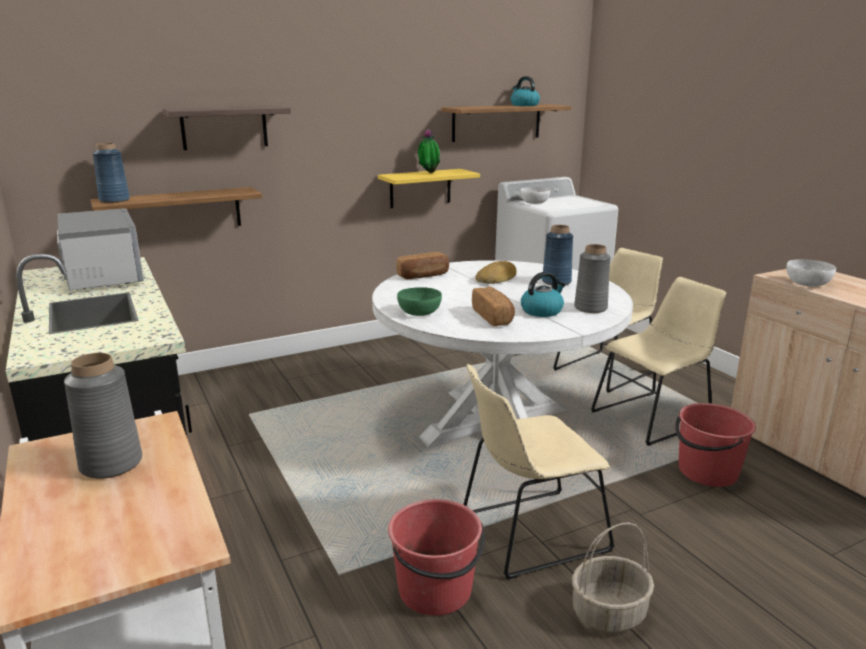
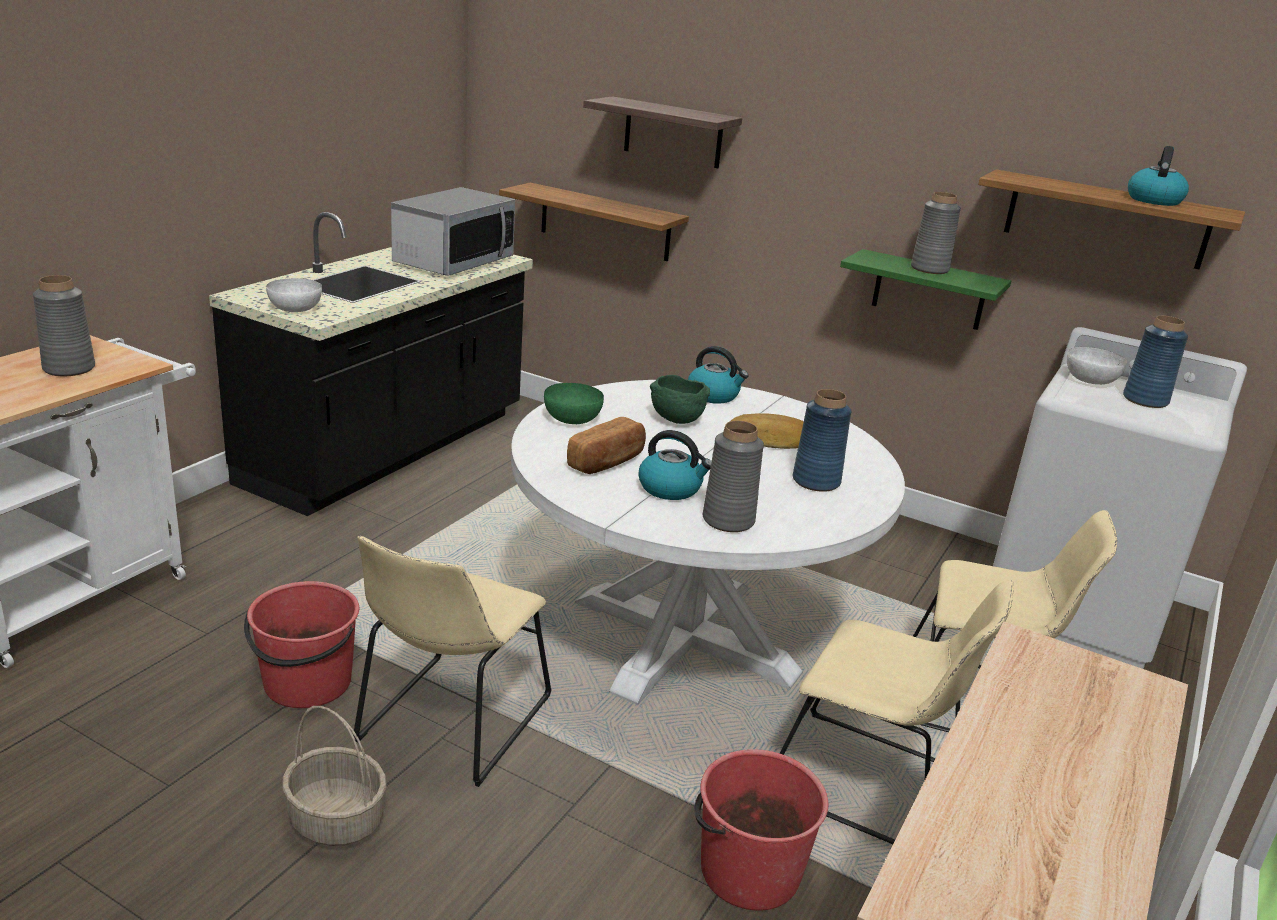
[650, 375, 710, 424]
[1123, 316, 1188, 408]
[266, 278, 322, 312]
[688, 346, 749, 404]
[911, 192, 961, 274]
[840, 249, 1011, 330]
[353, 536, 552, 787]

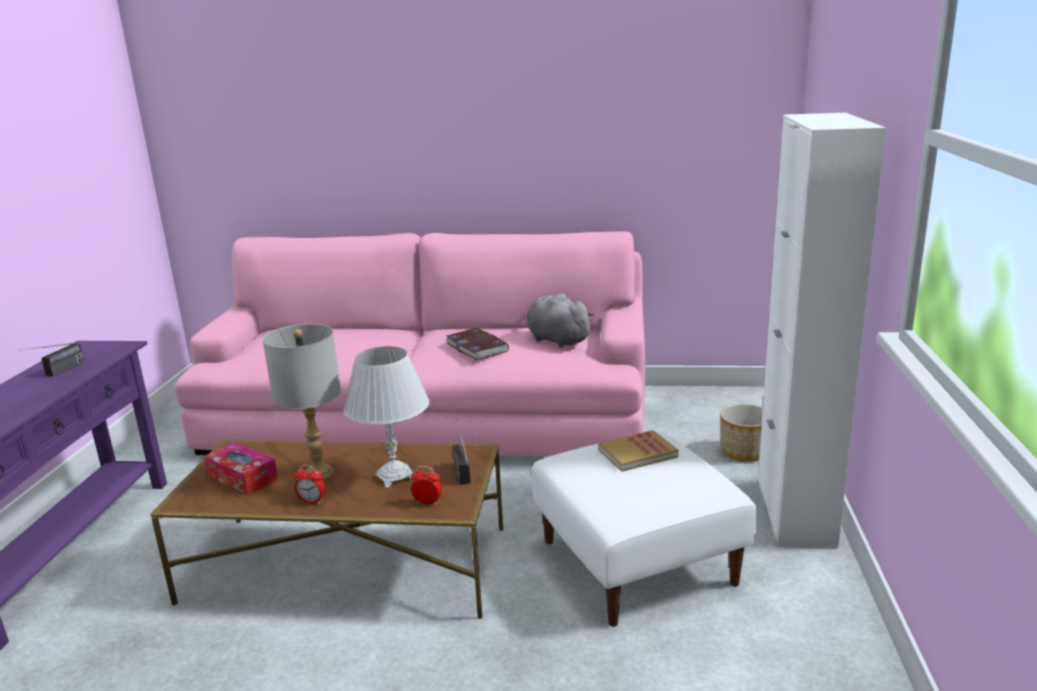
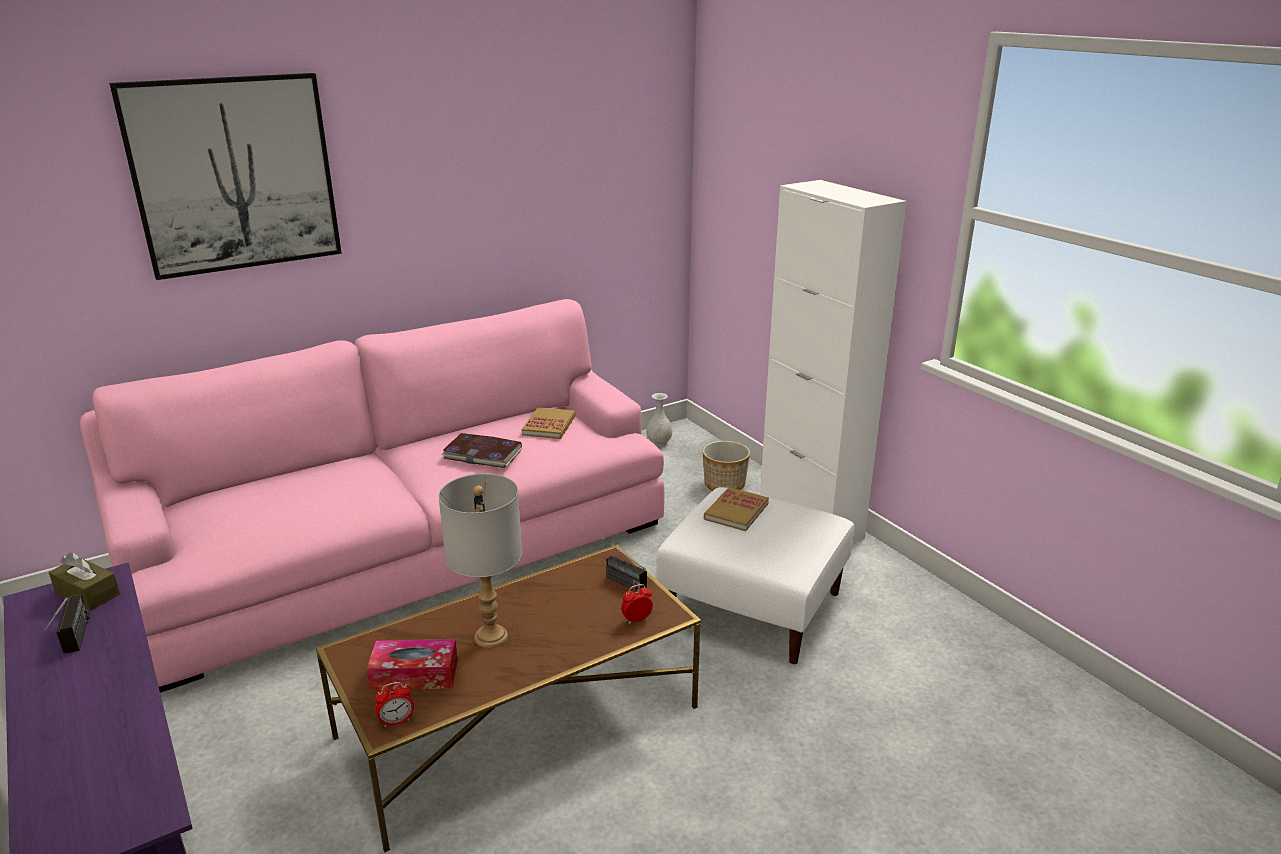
[344, 346, 429, 488] (first image)
[49, 552, 120, 611]
[109, 73, 342, 280]
[646, 393, 672, 446]
[375, 682, 414, 727]
[522, 407, 576, 439]

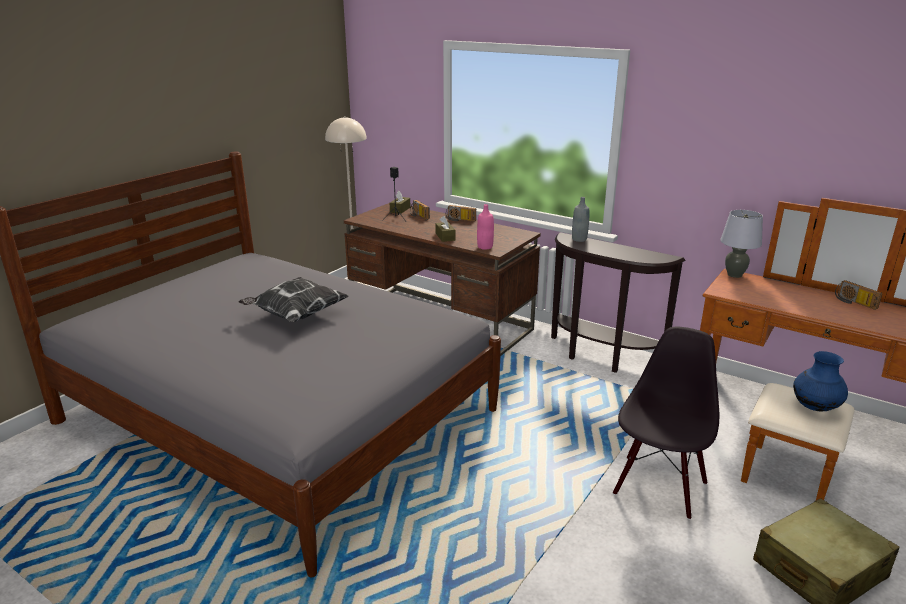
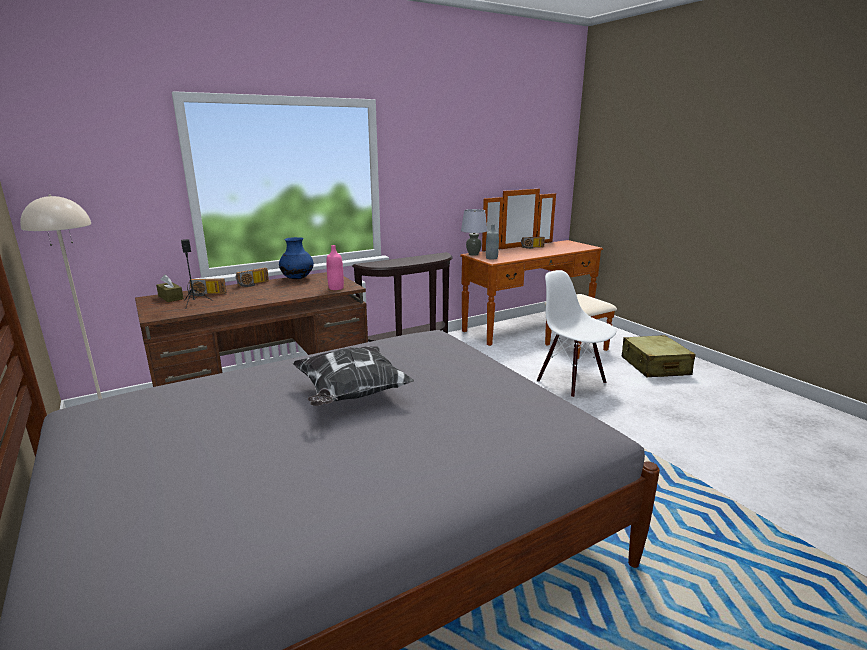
[435, 216, 455, 242] (first image)
[486, 224, 499, 260]
[279, 237, 314, 279]
[537, 270, 616, 398]

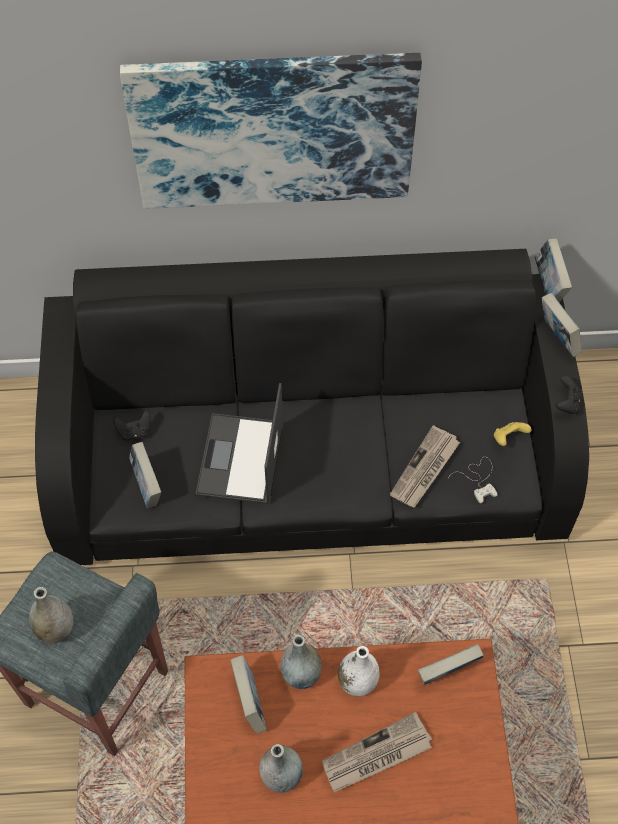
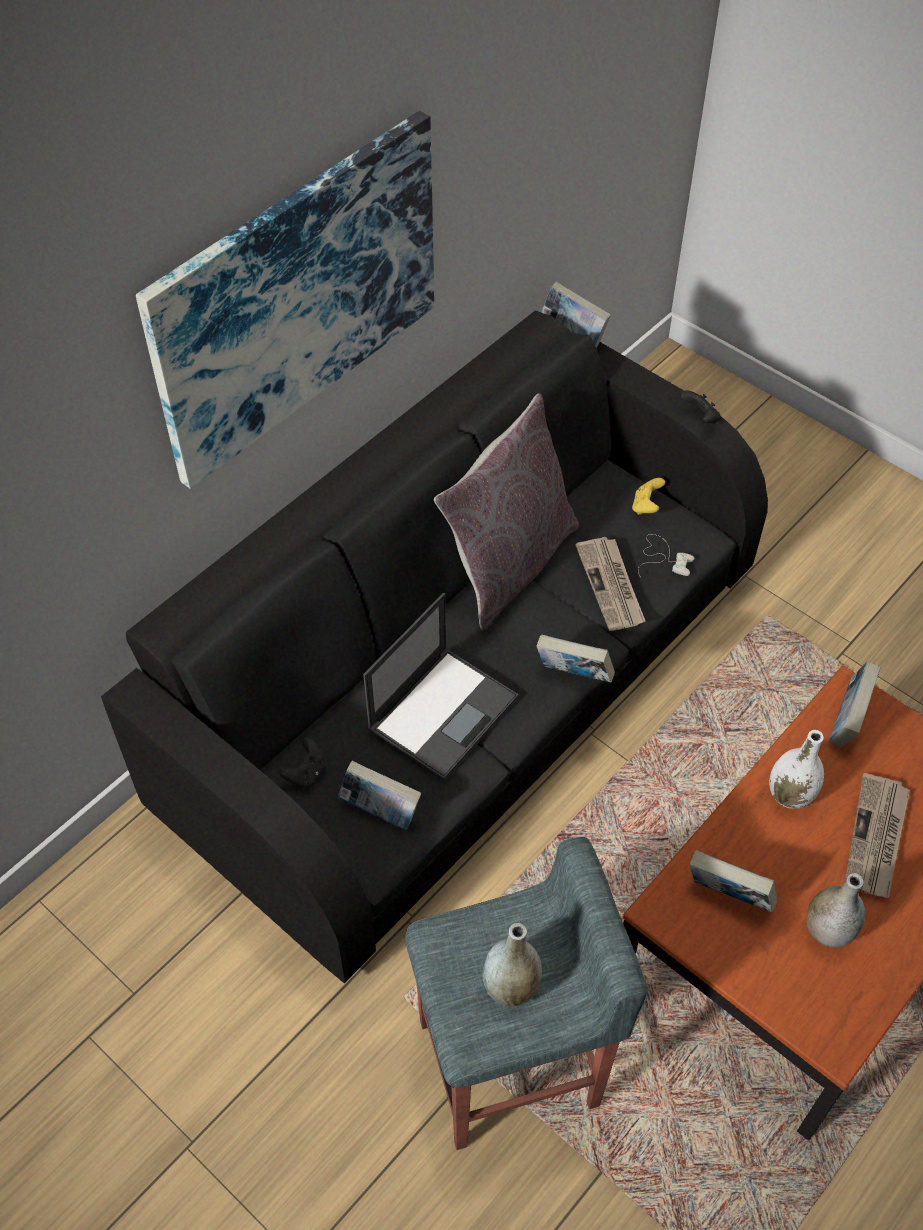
[280, 635, 322, 689] (first image)
[434, 393, 580, 631]
[537, 635, 615, 682]
[363, 593, 519, 781]

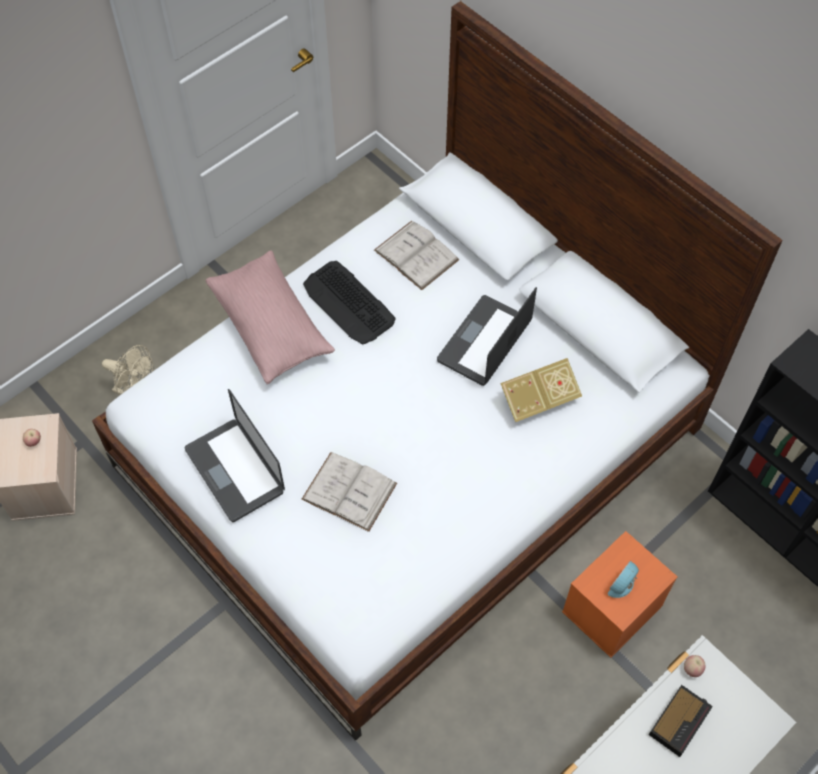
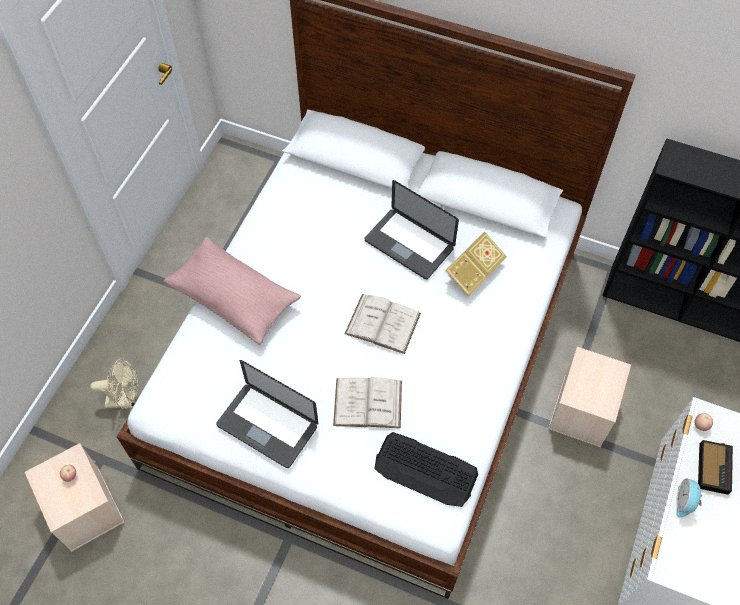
[375, 432, 478, 507]
[345, 294, 421, 354]
[676, 478, 702, 517]
[548, 347, 631, 447]
[365, 180, 459, 279]

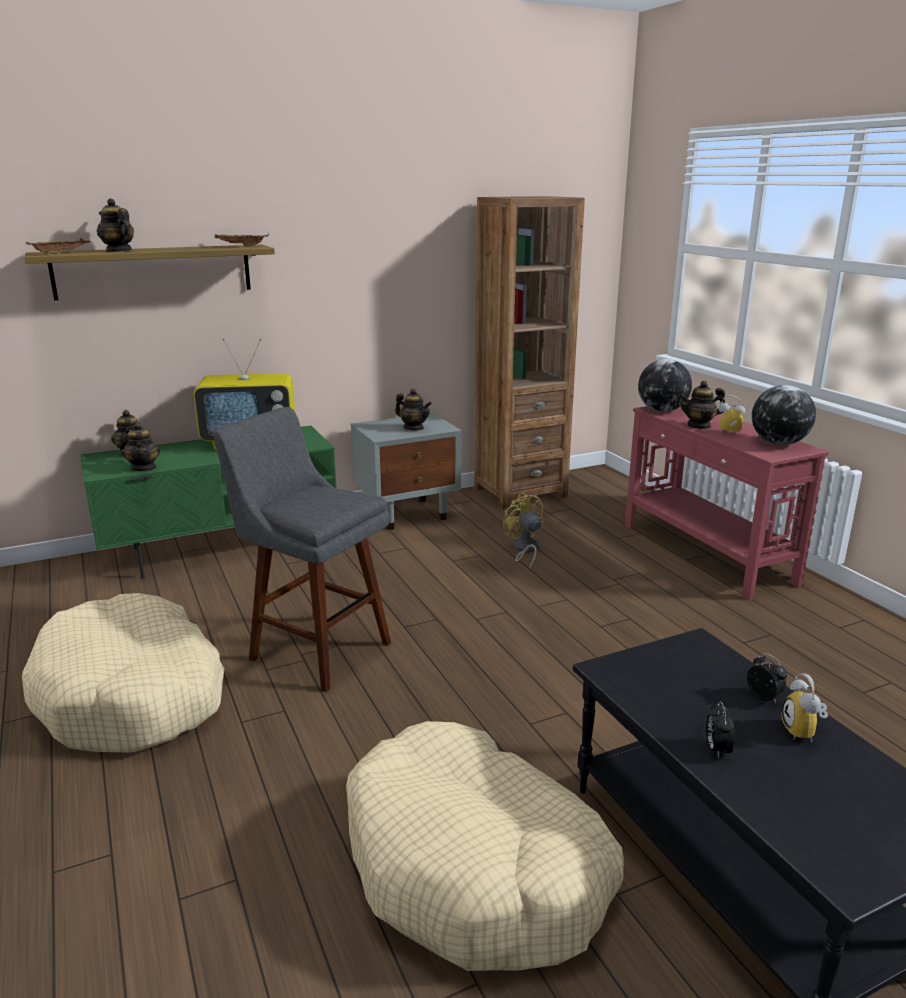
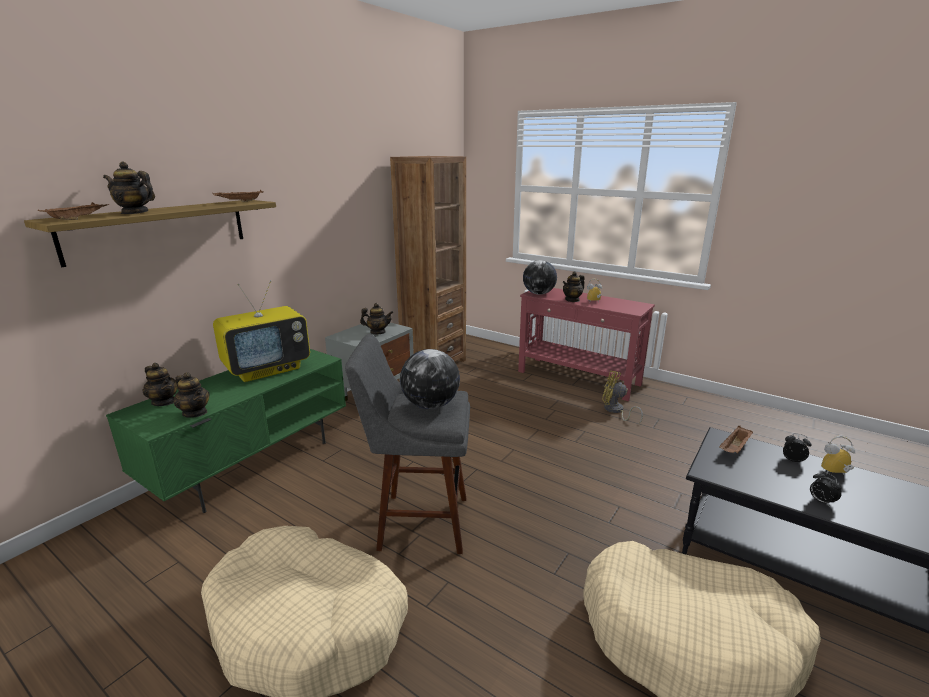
[719, 426, 753, 454]
[602, 371, 643, 423]
[400, 349, 460, 409]
[821, 436, 855, 475]

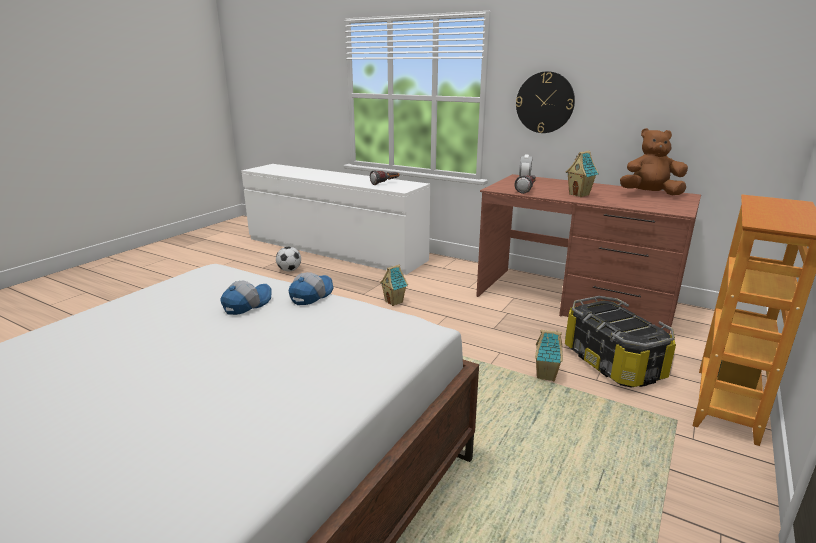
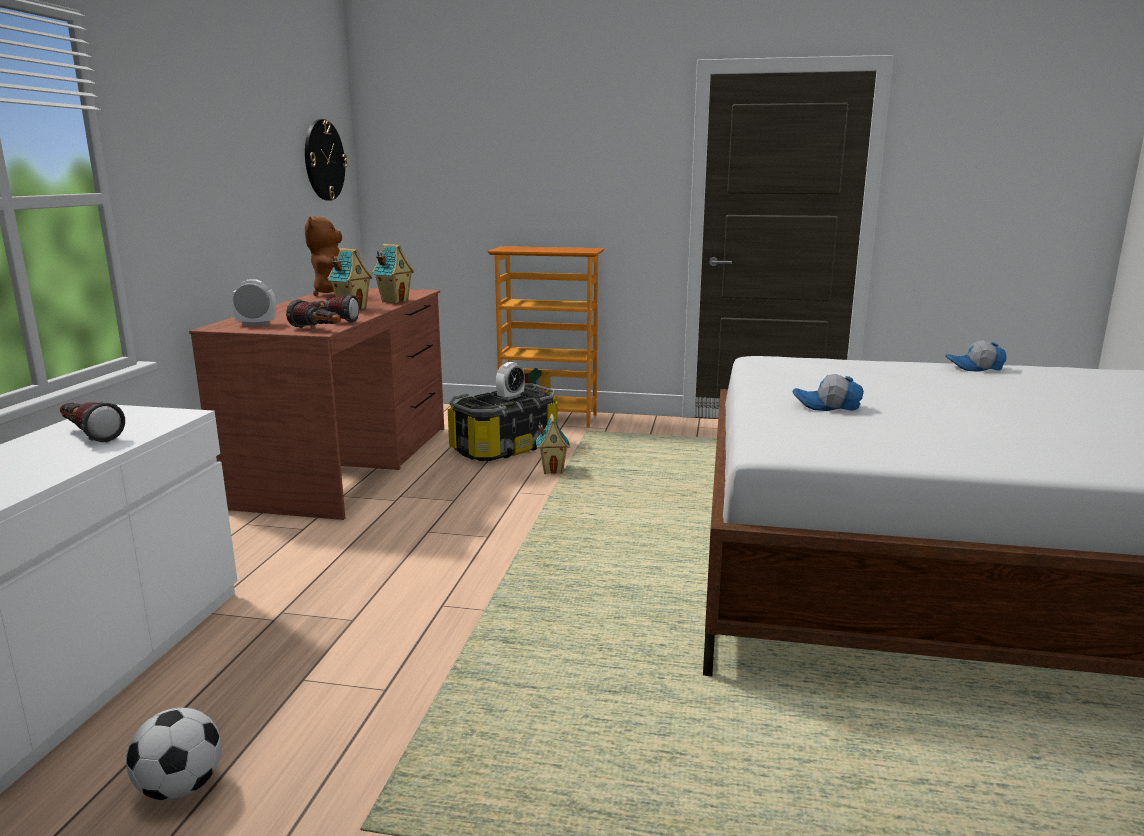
[286, 299, 341, 328]
[496, 362, 525, 400]
[945, 341, 1007, 372]
[372, 244, 414, 303]
[305, 119, 347, 201]

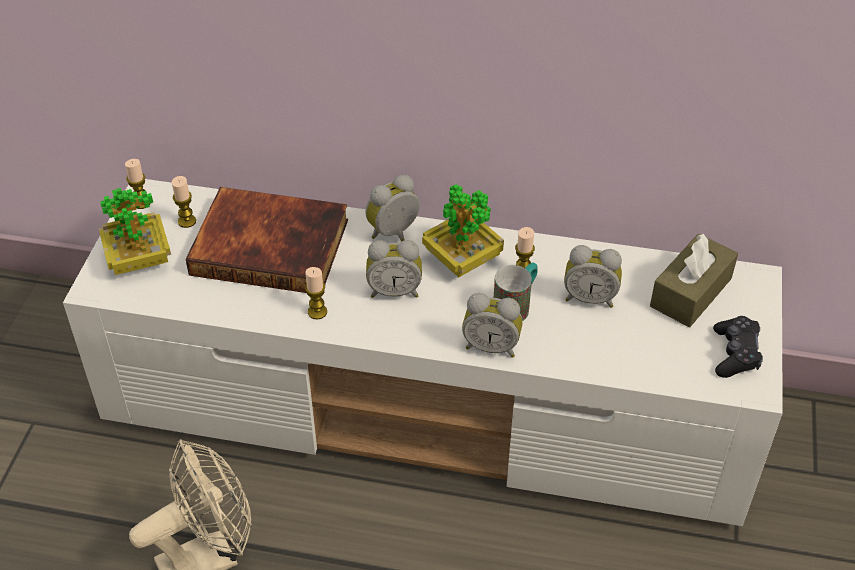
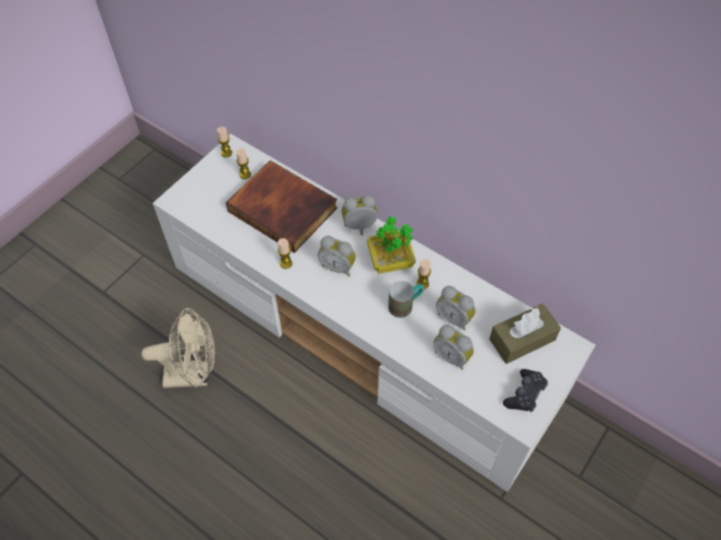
[98, 188, 171, 275] (first image)
[433, 325, 474, 370]

